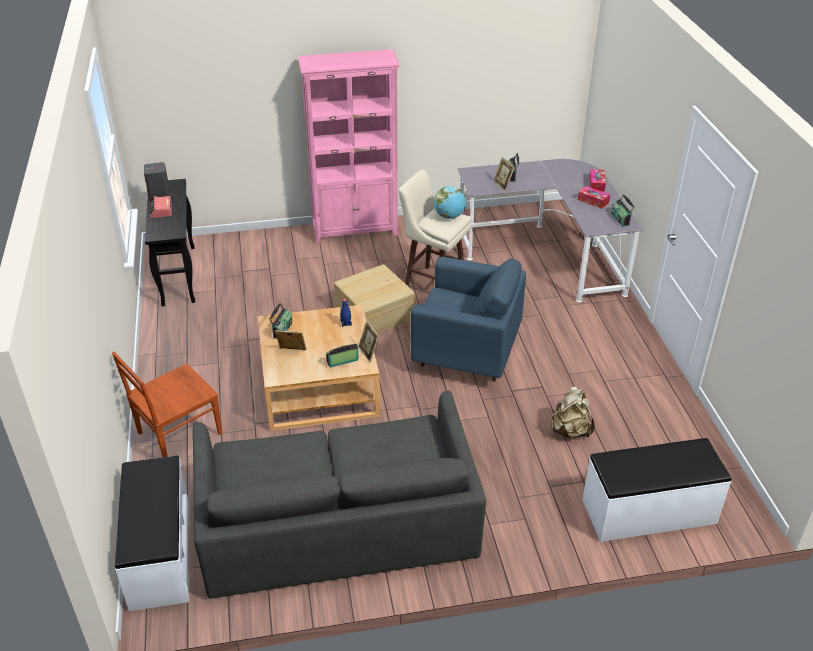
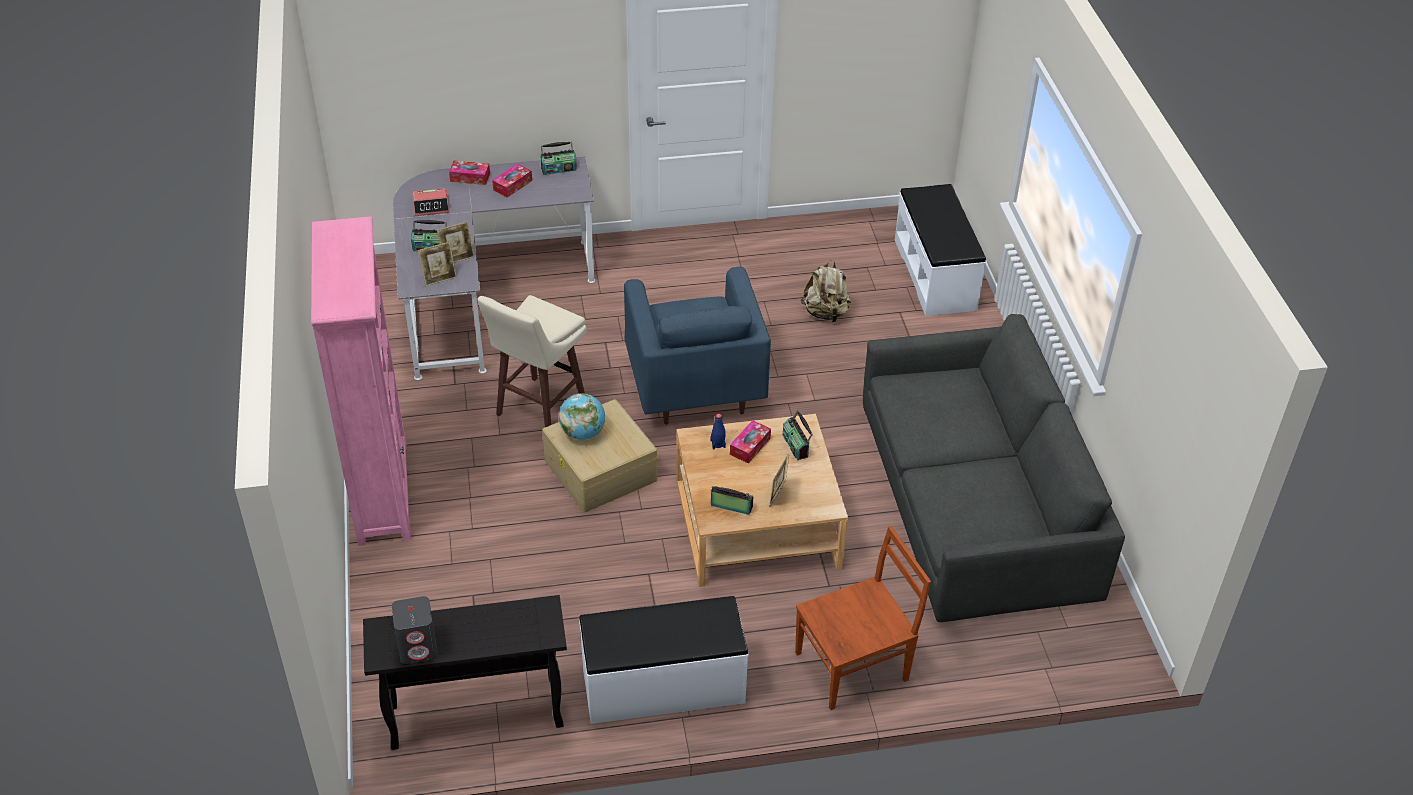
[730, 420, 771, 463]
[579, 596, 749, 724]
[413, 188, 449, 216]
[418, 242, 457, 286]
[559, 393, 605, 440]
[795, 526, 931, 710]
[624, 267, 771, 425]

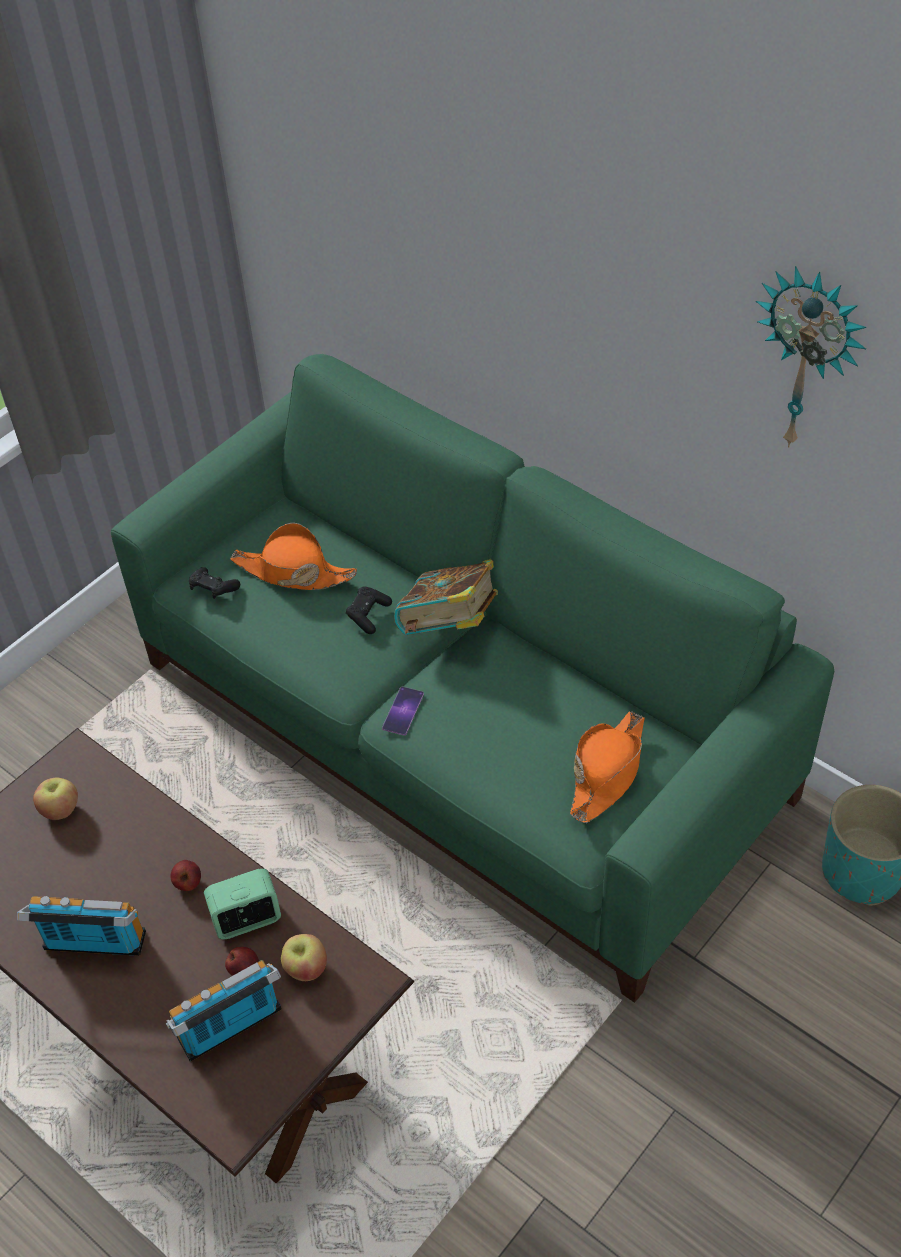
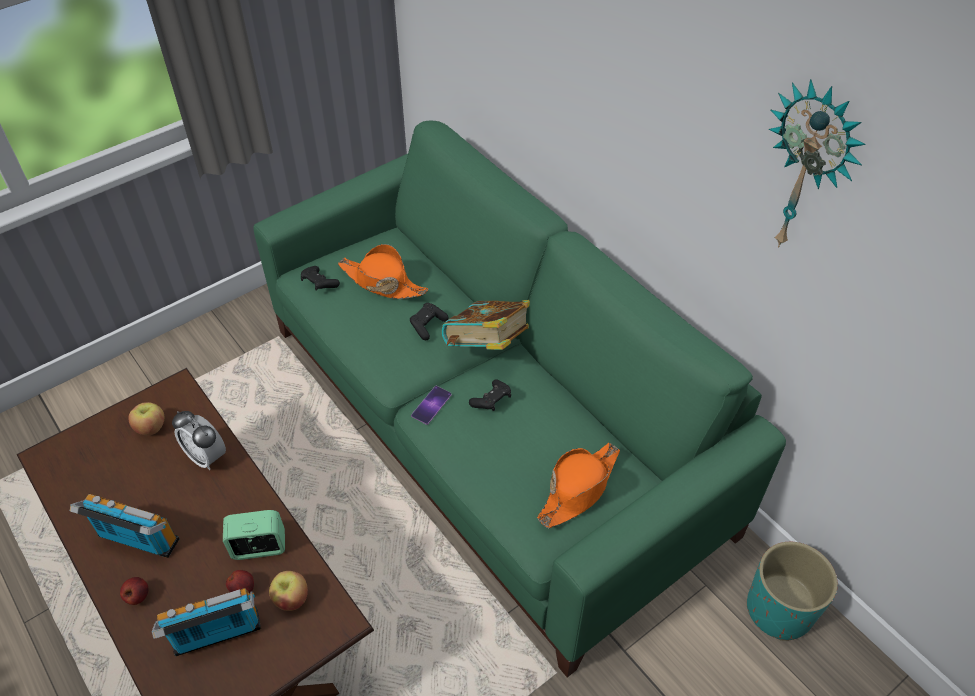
[172, 411, 226, 470]
[469, 379, 511, 411]
[120, 577, 149, 605]

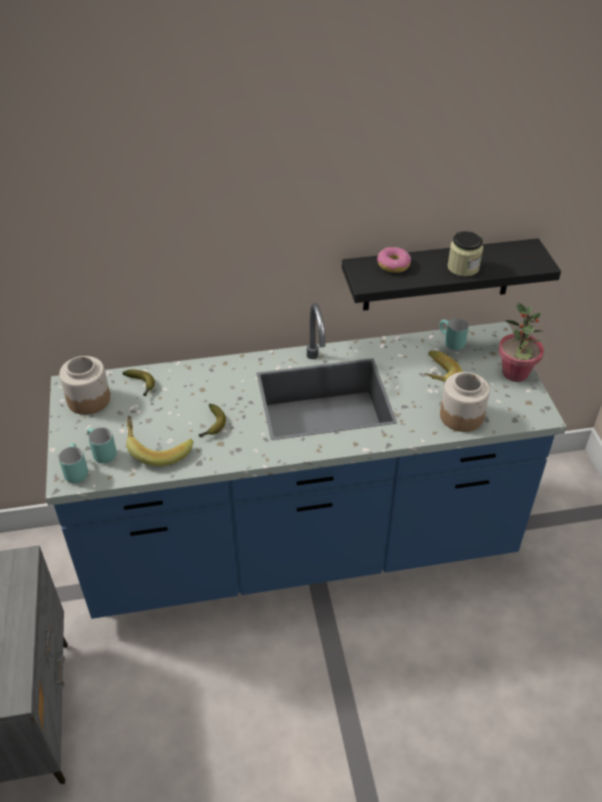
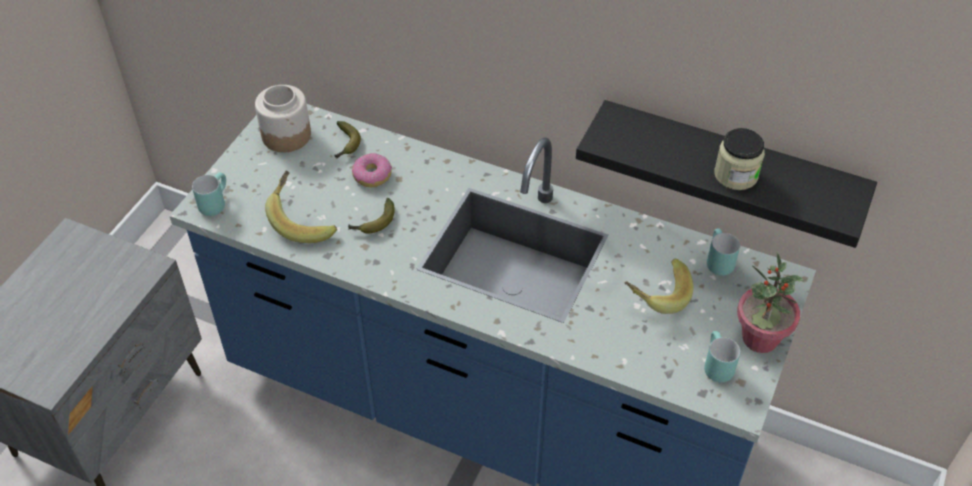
[440, 372, 490, 432] (first image)
[704, 331, 740, 383]
[352, 153, 392, 187]

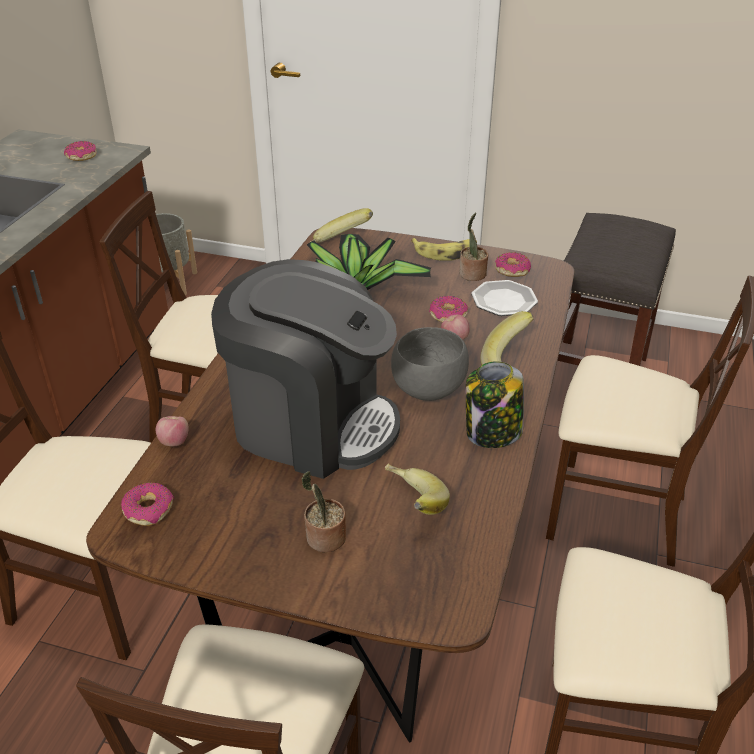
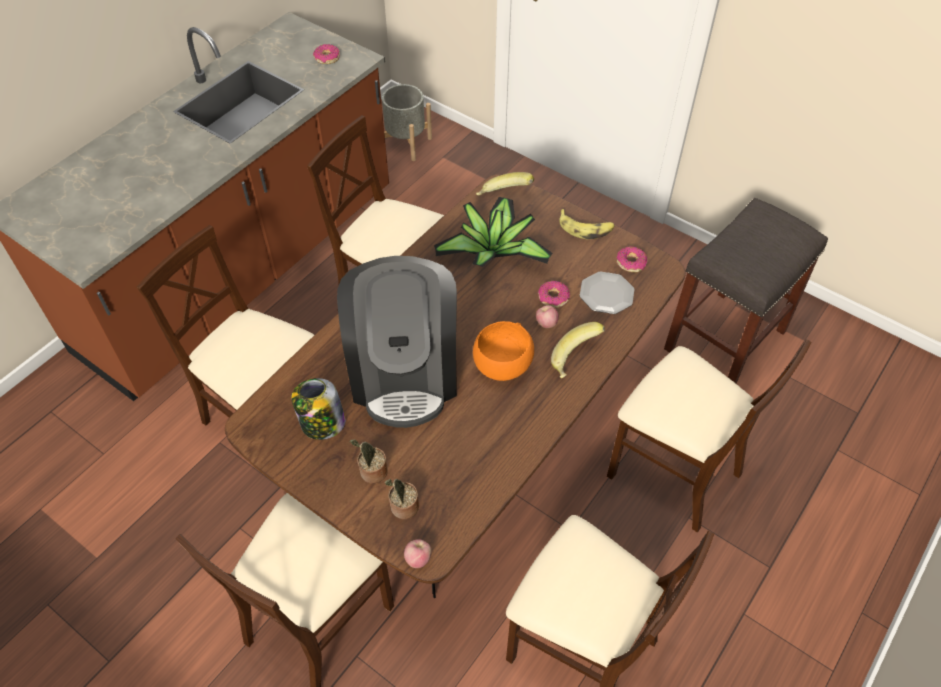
[121, 483, 174, 526] (first image)
[385, 463, 450, 515] (first image)
[404, 539, 432, 568]
[385, 479, 419, 519]
[291, 378, 346, 440]
[473, 321, 534, 381]
[337, 256, 457, 428]

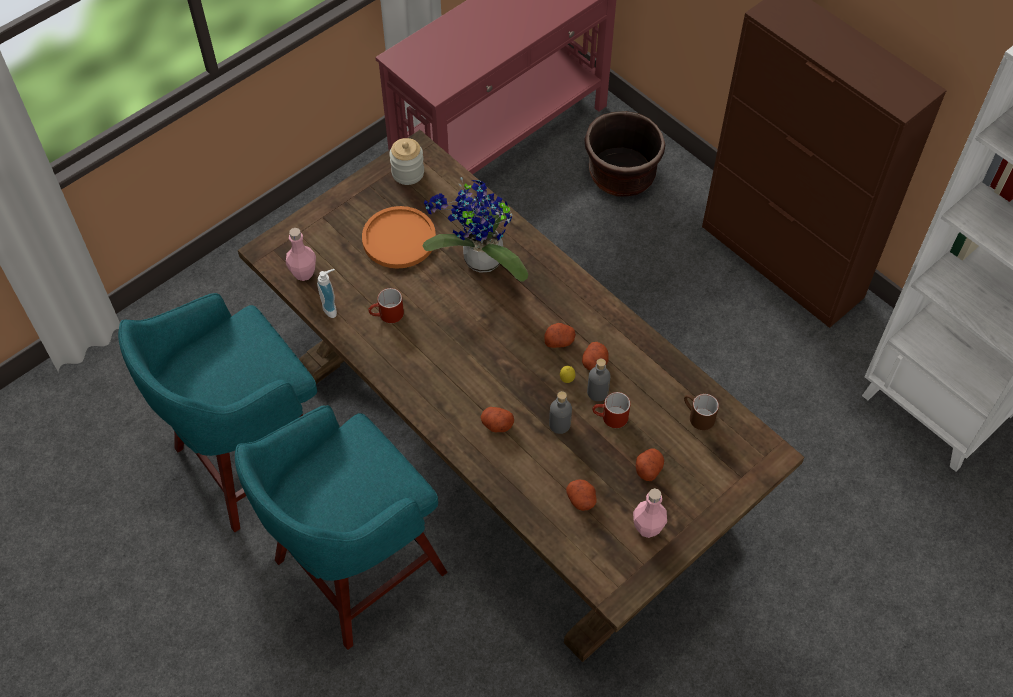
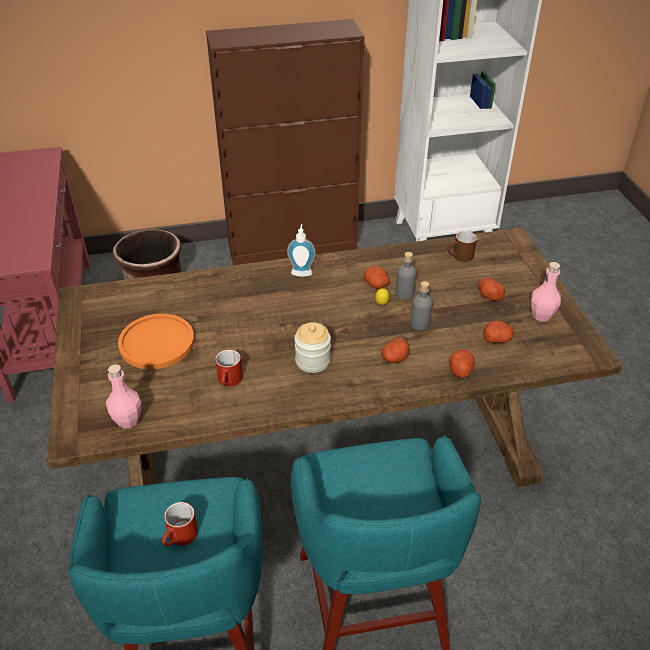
[423, 177, 528, 282] (first image)
[287, 224, 316, 277]
[294, 322, 331, 373]
[449, 349, 475, 378]
[162, 502, 198, 546]

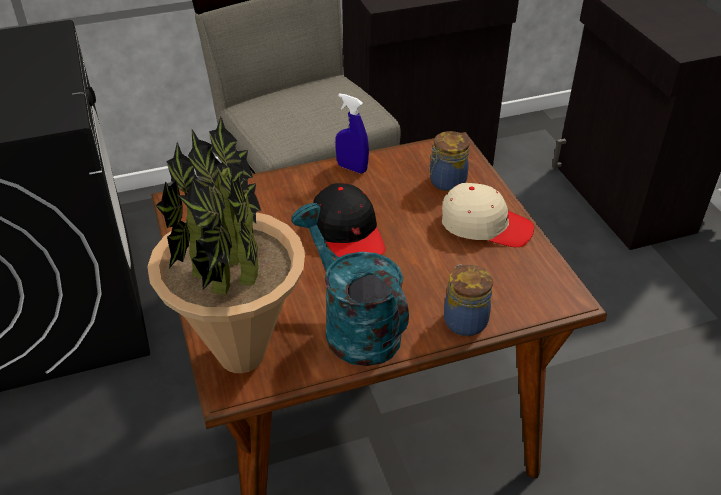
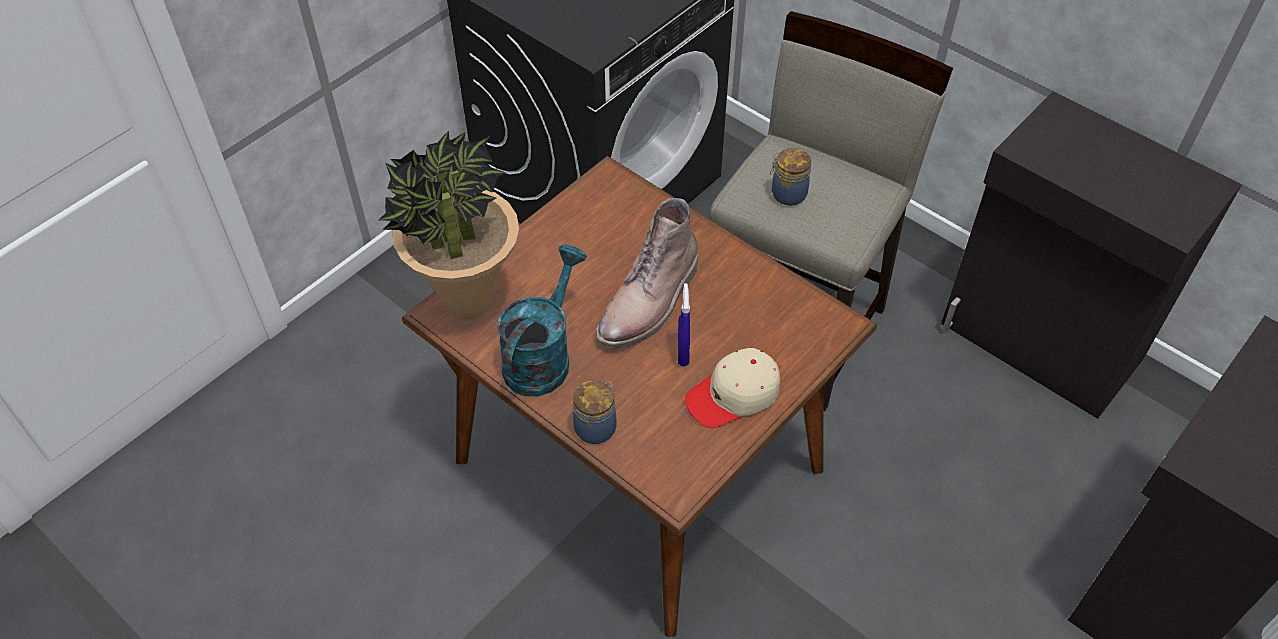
[678, 283, 690, 366]
[770, 148, 811, 206]
[596, 198, 699, 348]
[685, 348, 780, 428]

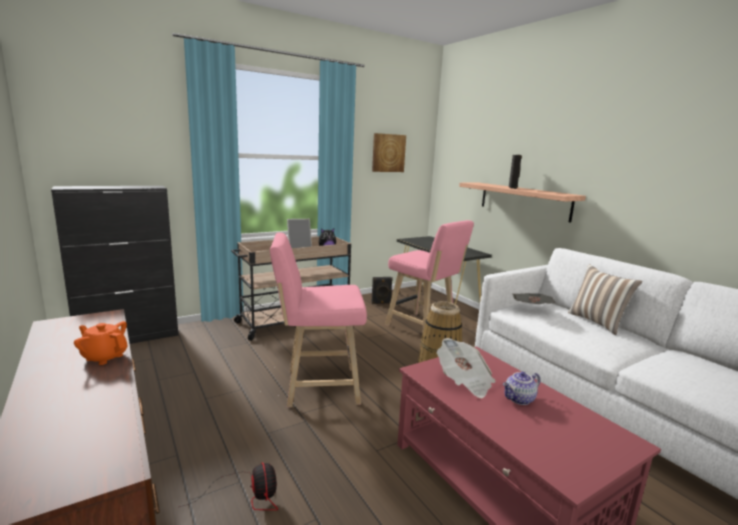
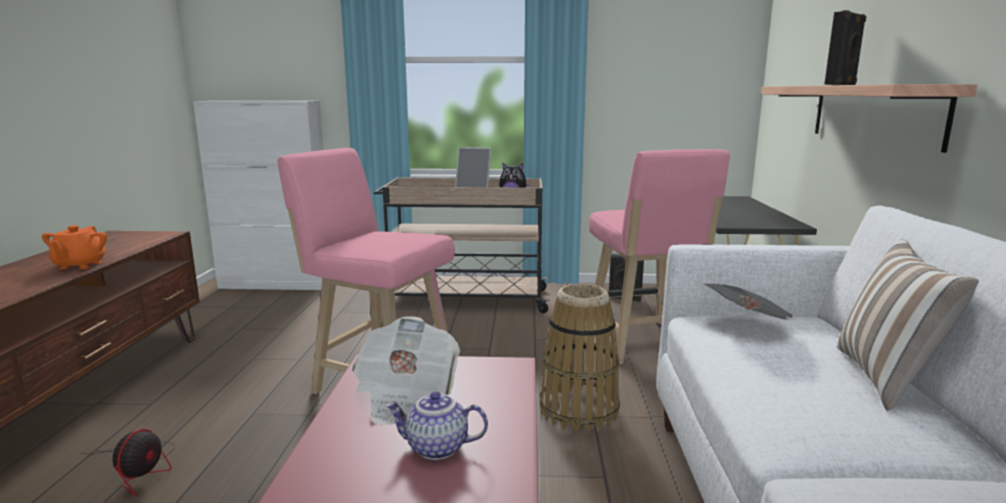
[372, 133, 406, 172] (first image)
[193, 101, 323, 290]
[42, 225, 107, 270]

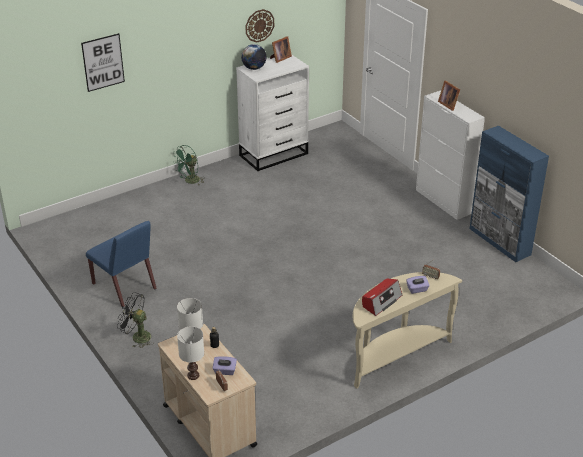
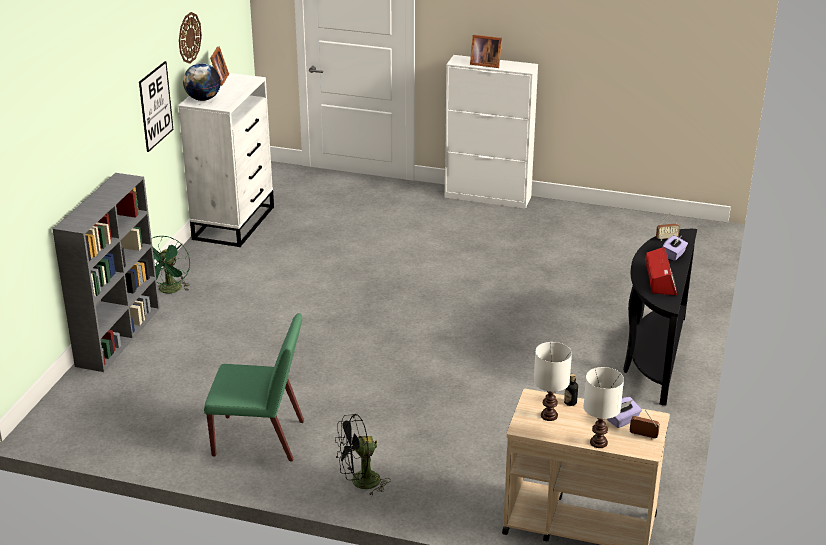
[470, 125, 549, 262] (first image)
[52, 173, 160, 372]
[139, 61, 173, 152]
[204, 313, 304, 462]
[623, 229, 697, 406]

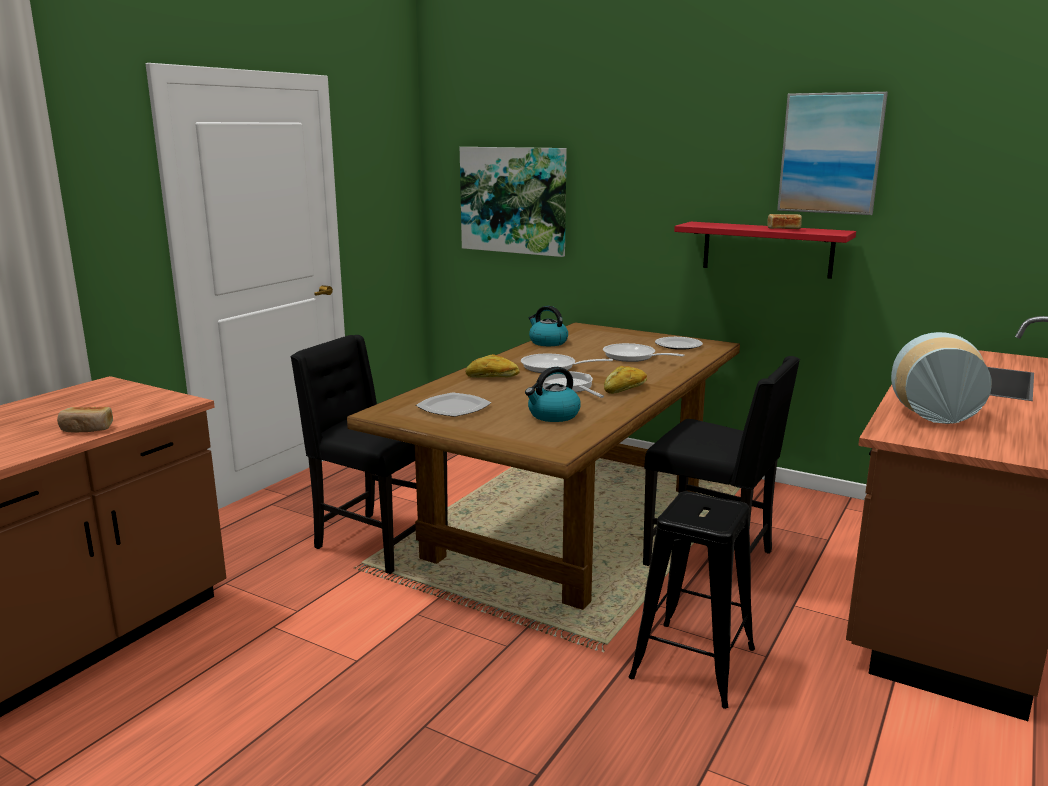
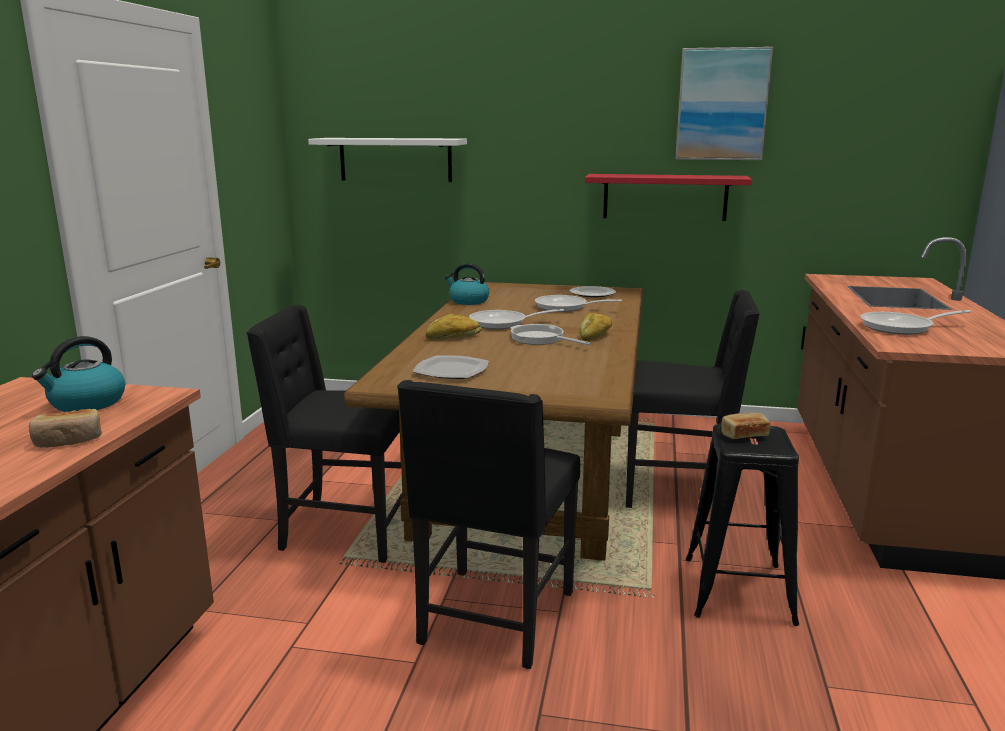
[397, 380, 580, 669]
[32, 336, 125, 412]
[721, 413, 770, 439]
[308, 138, 467, 182]
[860, 310, 971, 335]

